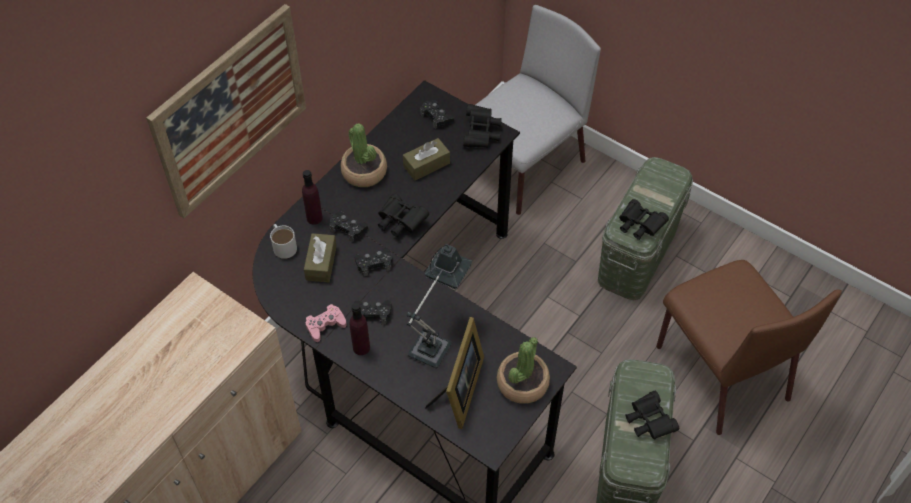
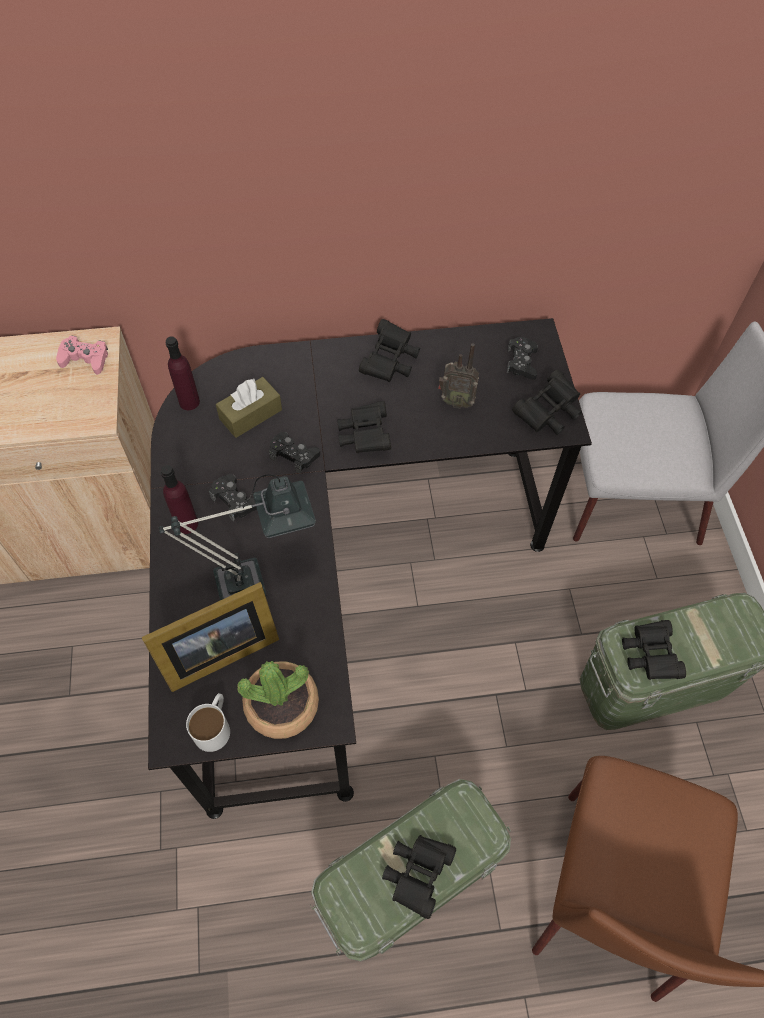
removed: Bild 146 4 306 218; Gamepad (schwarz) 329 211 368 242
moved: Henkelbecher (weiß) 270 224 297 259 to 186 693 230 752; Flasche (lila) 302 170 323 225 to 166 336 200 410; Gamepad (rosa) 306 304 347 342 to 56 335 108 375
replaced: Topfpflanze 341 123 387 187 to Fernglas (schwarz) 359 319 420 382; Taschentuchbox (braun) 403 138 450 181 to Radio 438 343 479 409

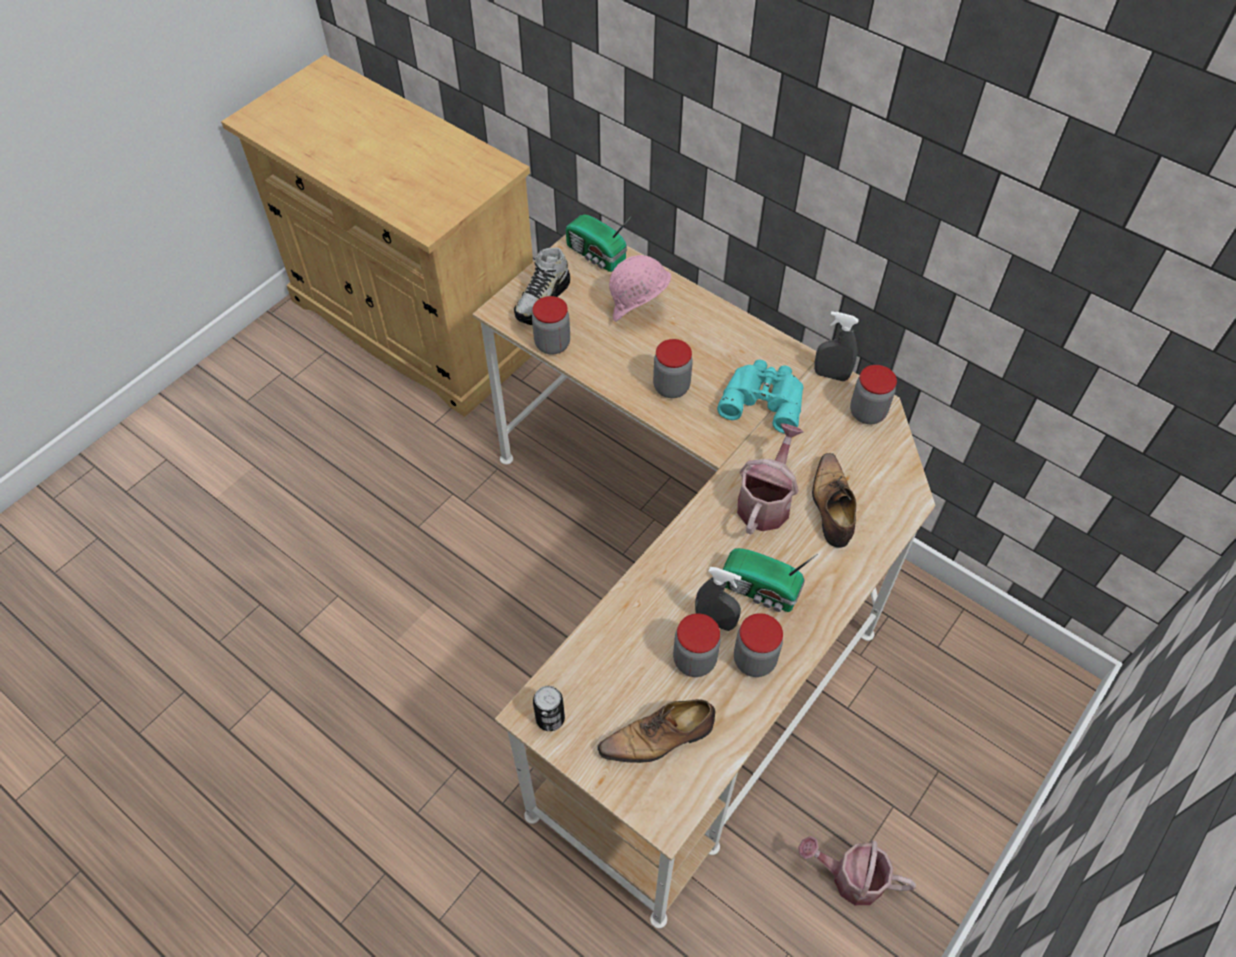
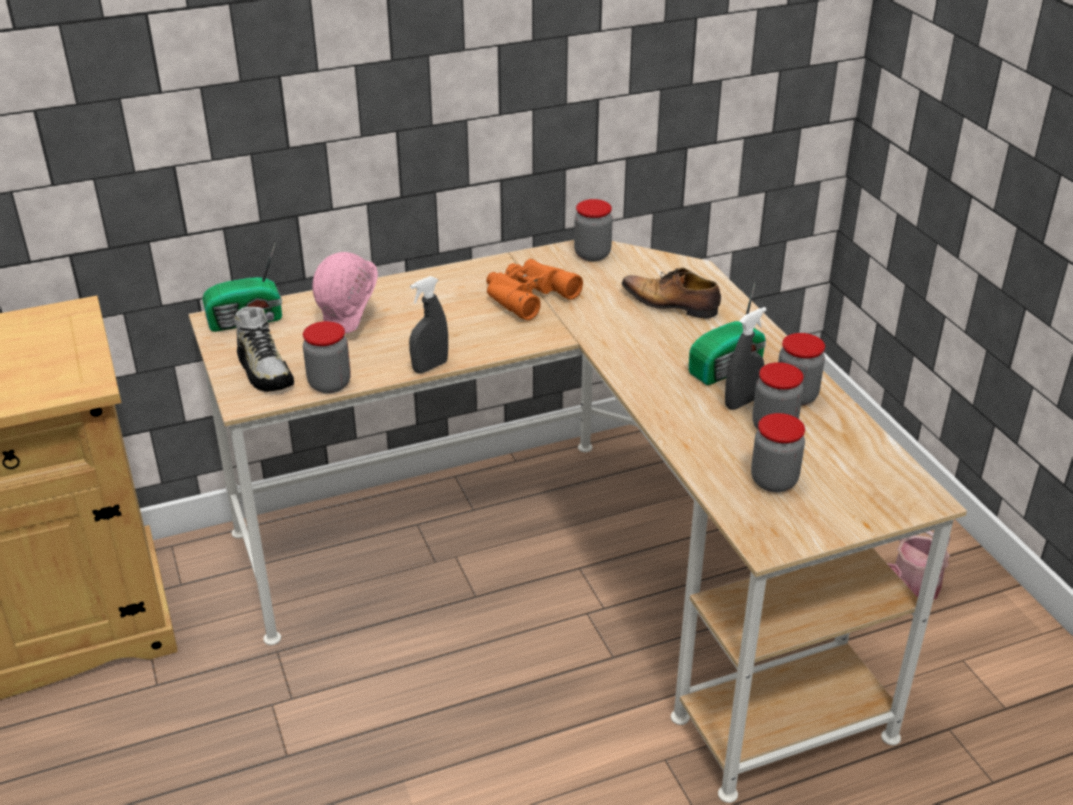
removed: Dose 533 686 565 731; Schuh 597 699 716 763; Gießkanne 737 423 803 535
moved: Vorratsglas 653 339 693 398 to 751 413 805 492; Sprühflasche (grau) 814 311 859 381 to 409 276 448 373
recoloured: Fernglas (türkis) 717 360 803 434 to Fernglas (orange) 486 259 583 320

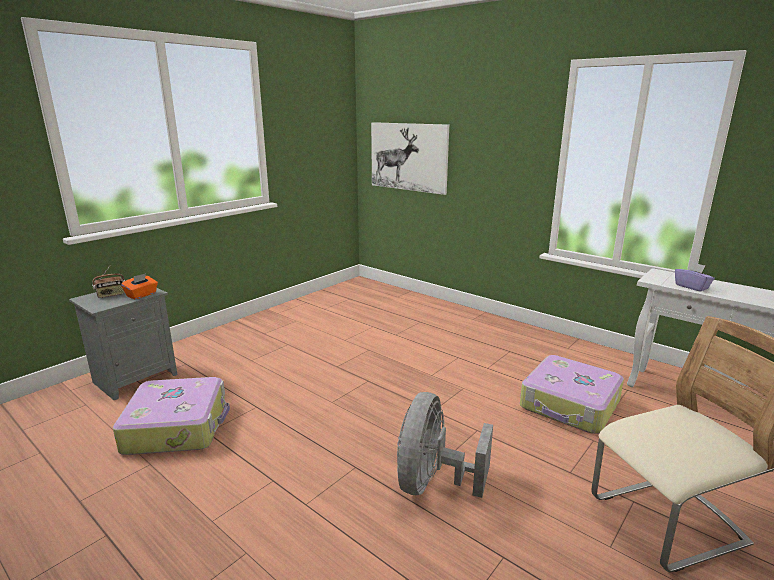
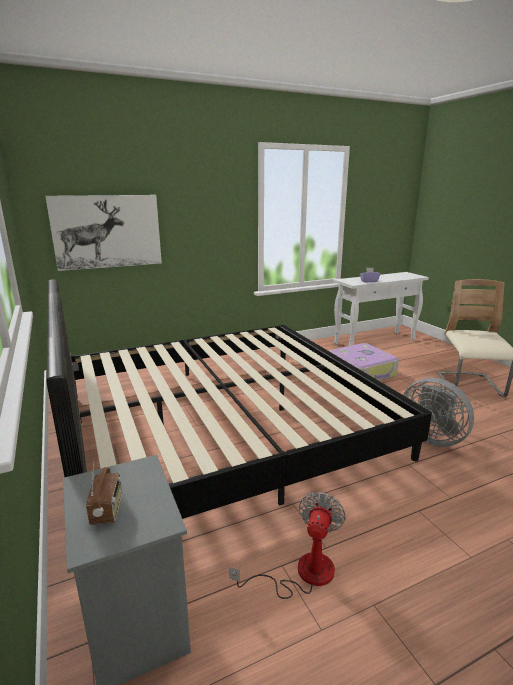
removed: Taschentuchbox (orange) 121 273 158 299
added: Bett 46 279 432 519
replaced: Koffer 113 377 230 455 to Ventilator 229 492 346 599

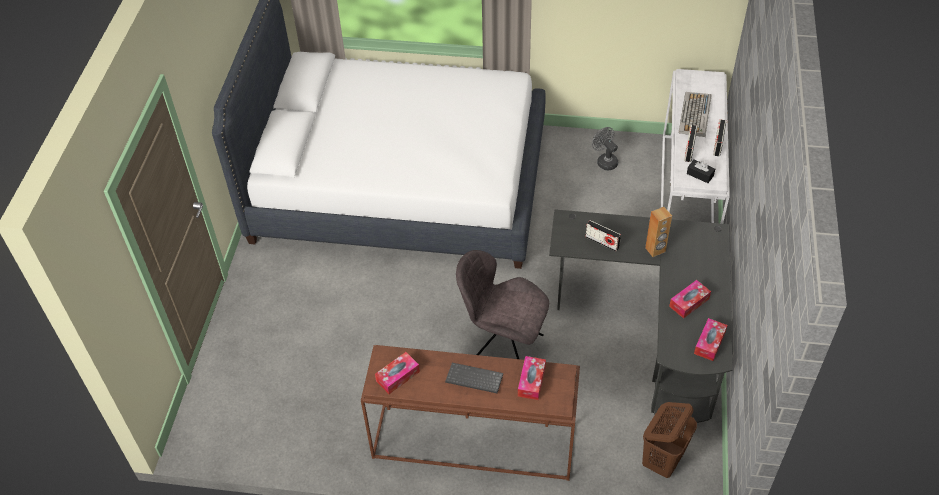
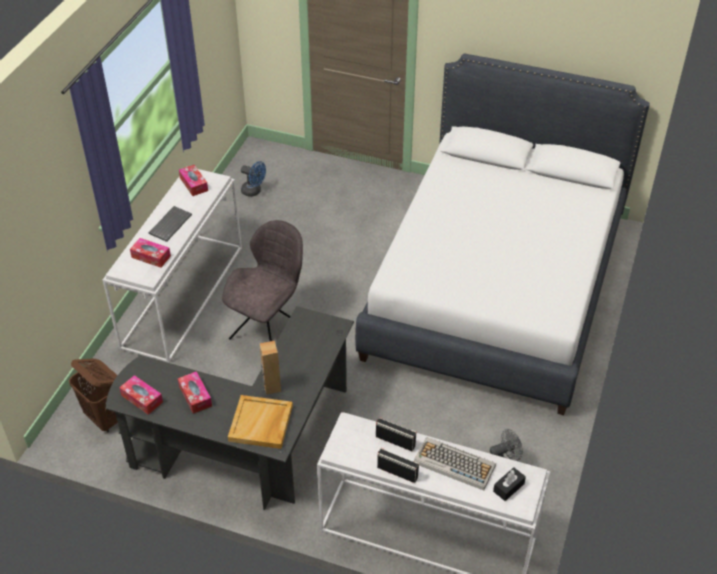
removed: Radio 586 220 621 251
added: Tablett (beige) 228 395 293 449; Ventilator (blau) 241 161 266 197
moved: Taschentuchbox (schwarz) 687 160 715 183 to 493 467 526 501
recoloured: Konsolentisch (braun) 361 345 580 481 to Konsolentisch (weiß) 103 169 242 363

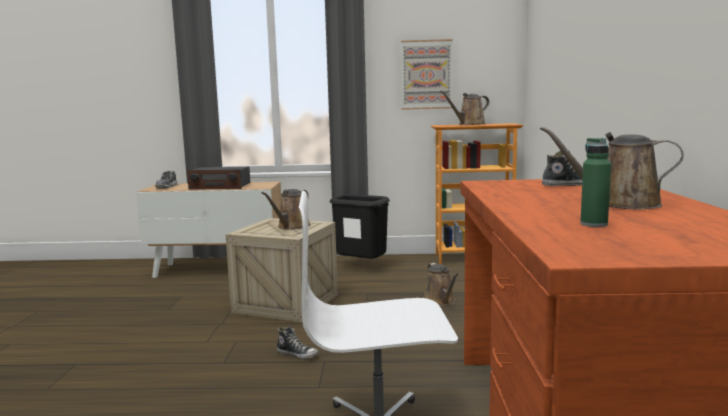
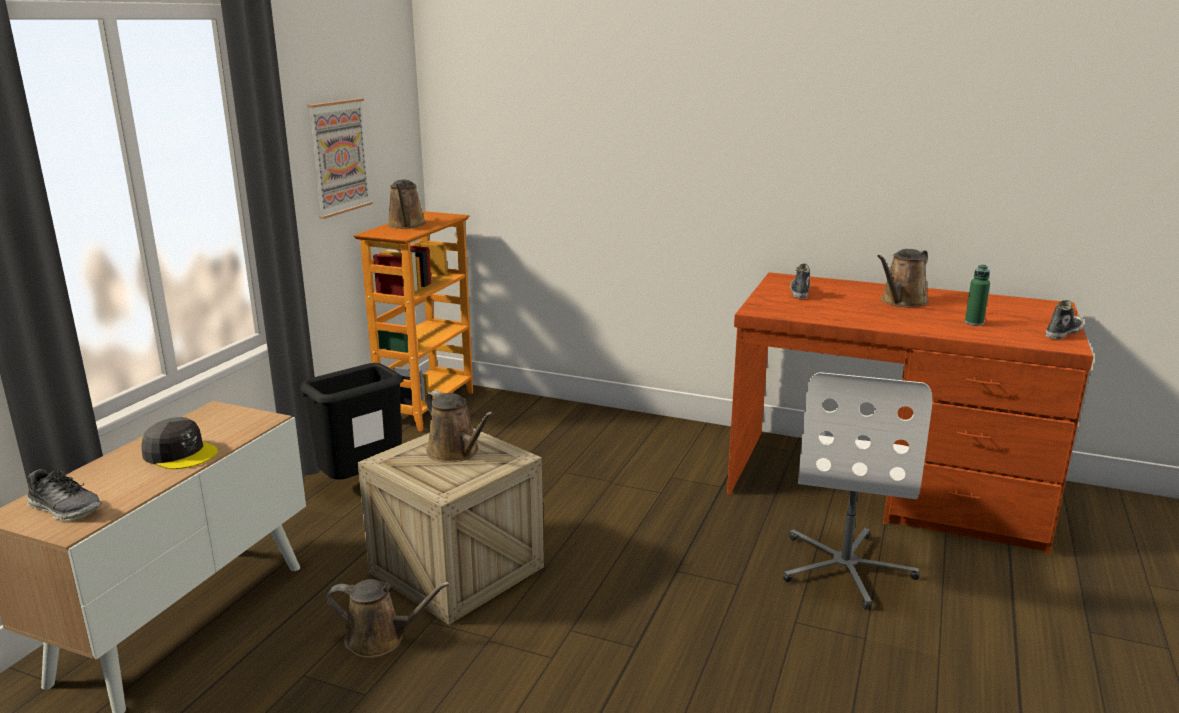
moved: Schuh 277 326 319 359 to 1046 300 1084 339; Gießkanne (braun) 424 263 459 306 to 326 579 450 658
replaced: Radio 187 167 250 190 to Kappe (grau) 141 417 218 469

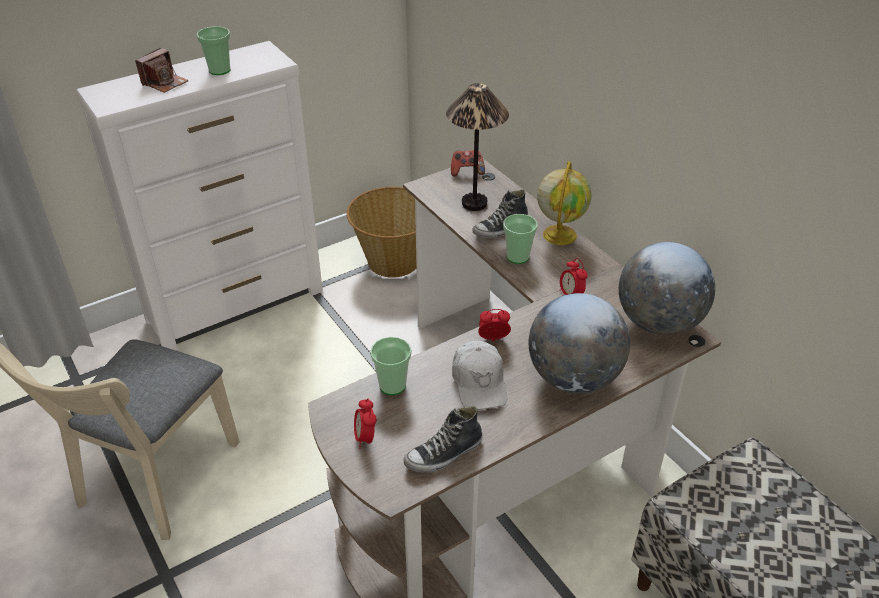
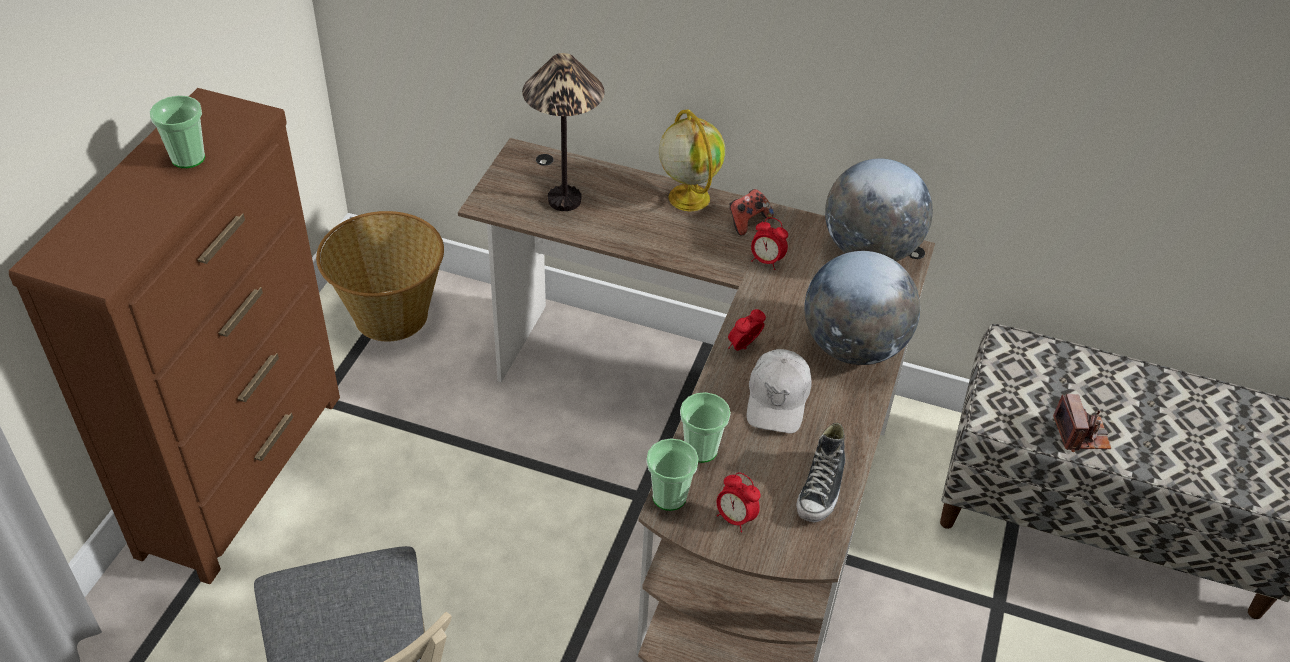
removed: Schuh 472 190 528 238
moved: Kamera 135 48 189 93 to 1053 394 1111 452; Gamepad 451 150 485 176 to 729 189 774 236; Tasse 503 214 538 264 to 647 439 699 511
recoloured: Kommode (weiß) 76 41 323 350 to Kommode (braun) 9 88 340 584
turned: Kappe (weiß) 452 341 507 410 = 747 349 812 433 60 degrees clockwise

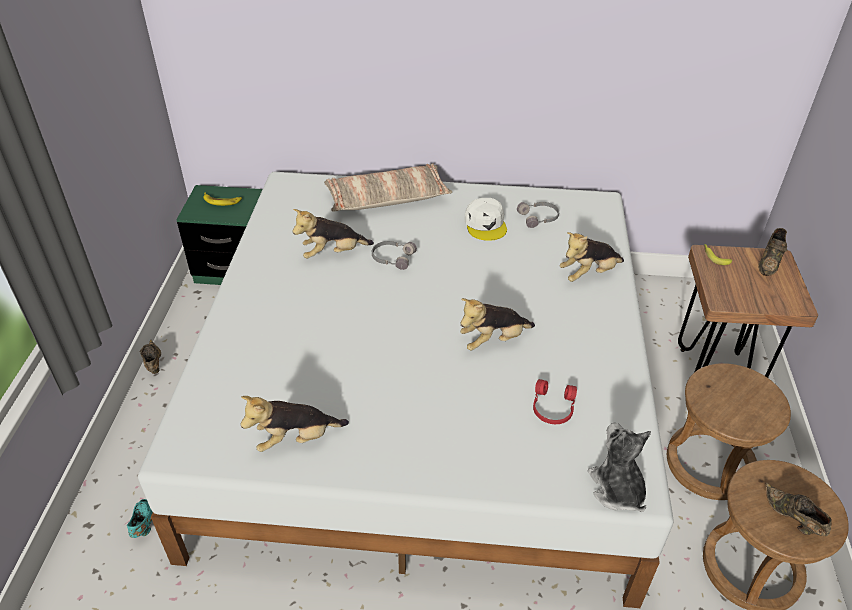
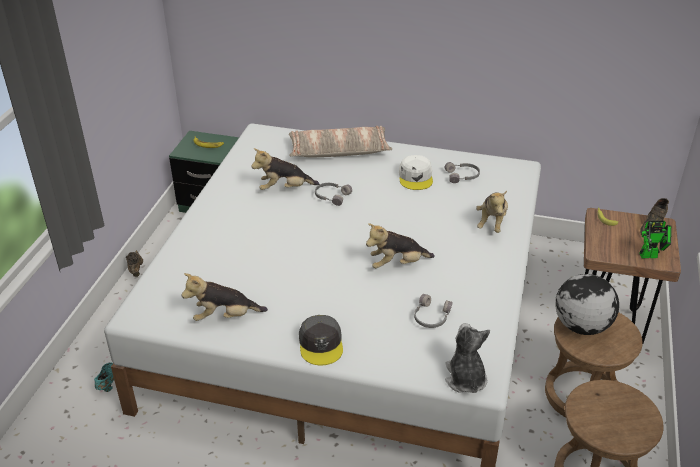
removed: Schuh (braun) 766 482 832 536
added: Kappe (grau) 299 315 343 365; Globus 555 274 619 335; Spielzeugroboter 639 221 672 258
recoloured: Kopfhörer (rot) 533 379 577 424 to Kopfhörer (grau) 414 294 453 328
turned: Plüschtier 560 232 624 282 = 476 191 508 233 60 degrees counterclockwise

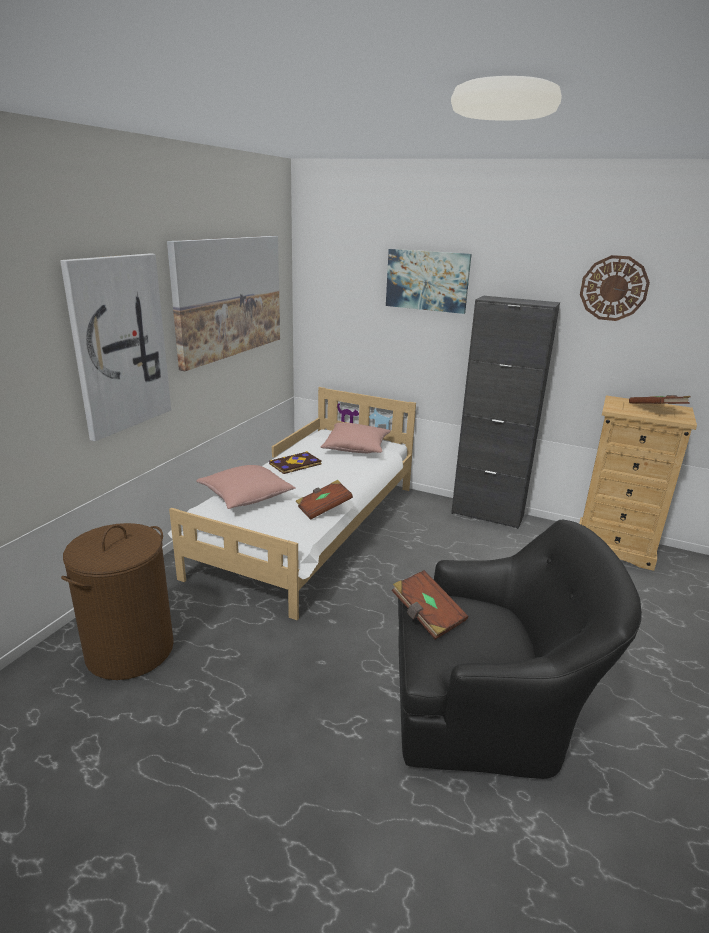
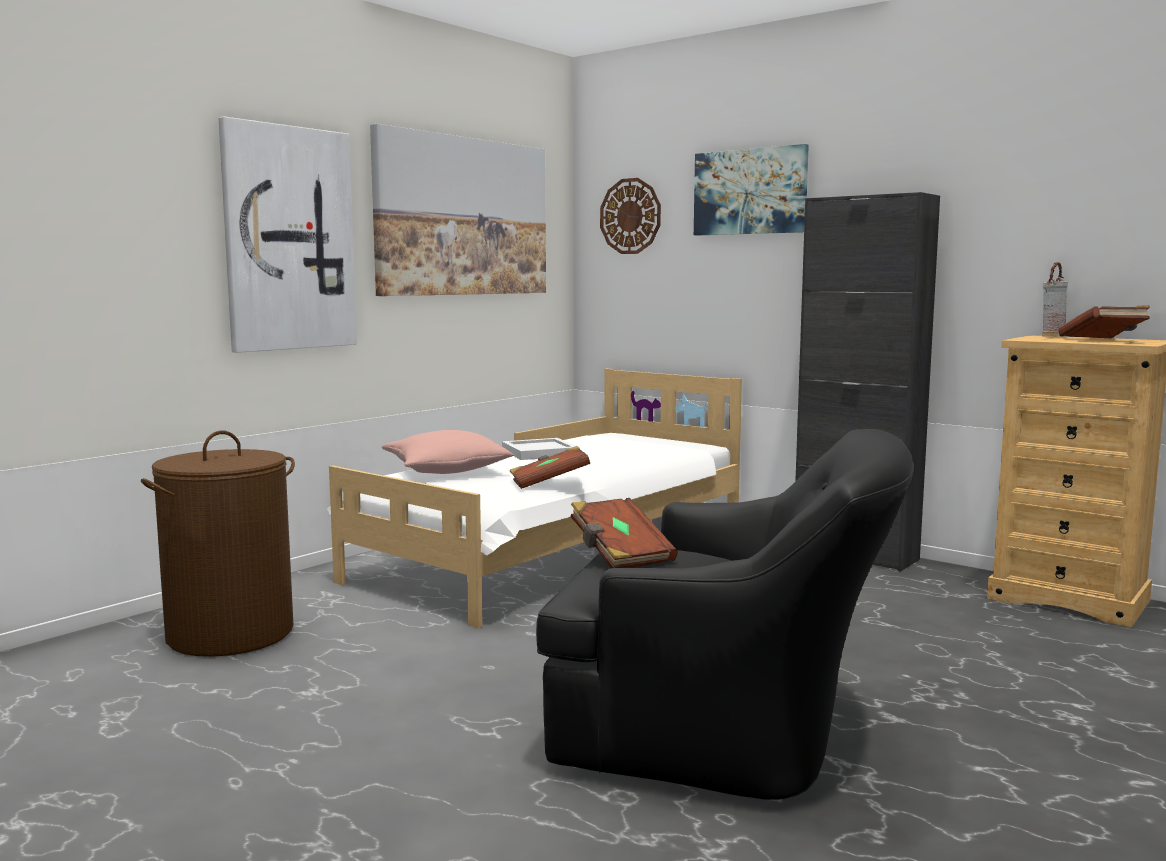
removed: Kissen (rosa) 321 423 391 453
added: Vase 1042 262 1068 337
moved: Wanduhr 580 255 650 321 to 600 178 661 254
replaced: Buch 269 451 322 474 to Tablett (weiß) 502 438 575 460

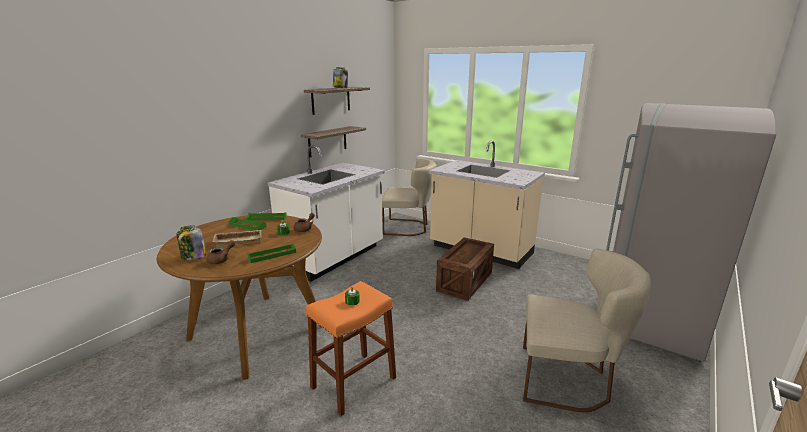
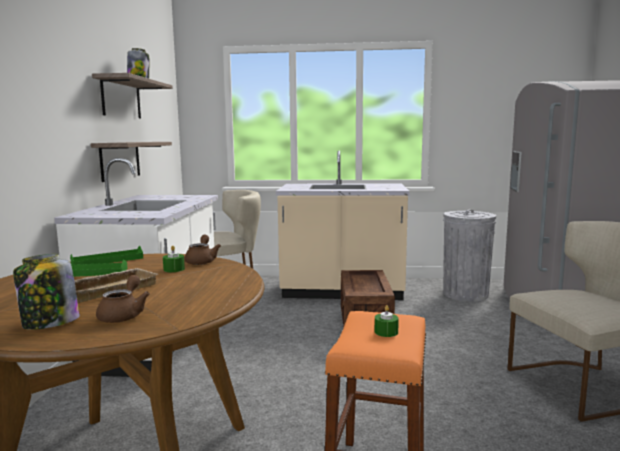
removed: Tablett (grün) 247 243 296 263
added: Mülleimer (grau) 443 210 496 301

